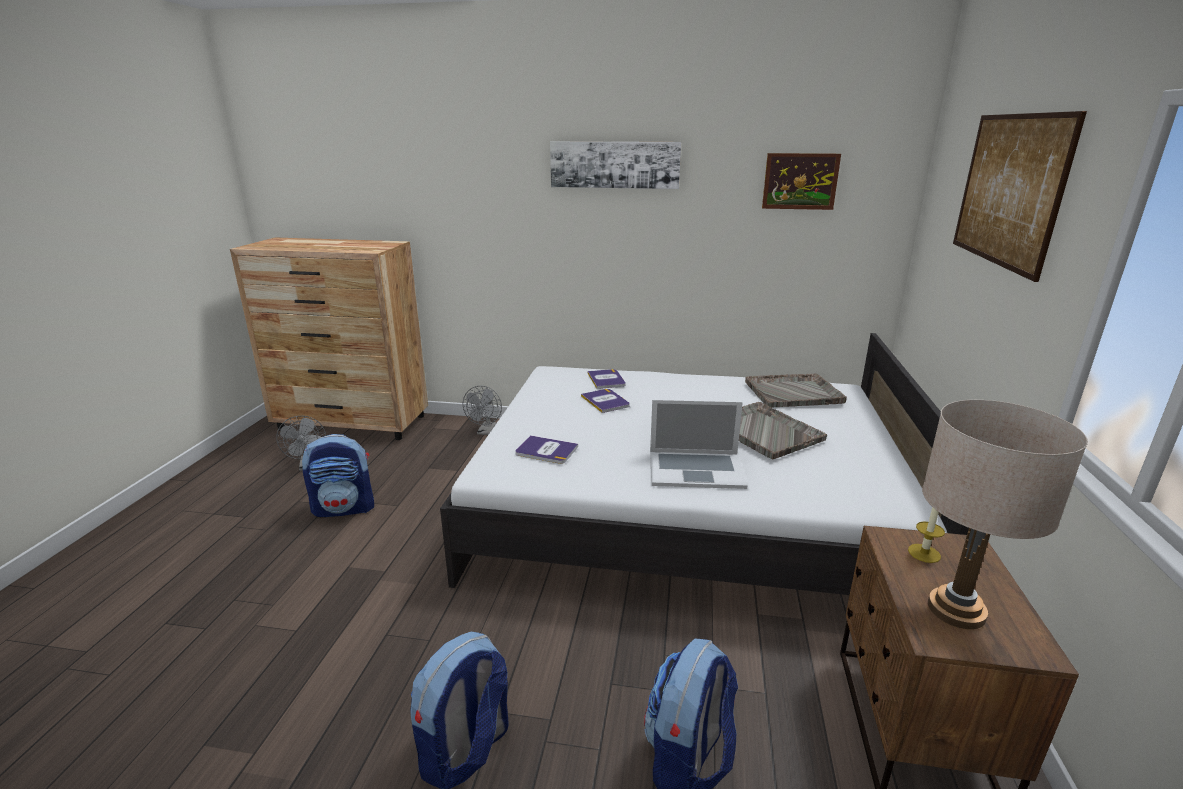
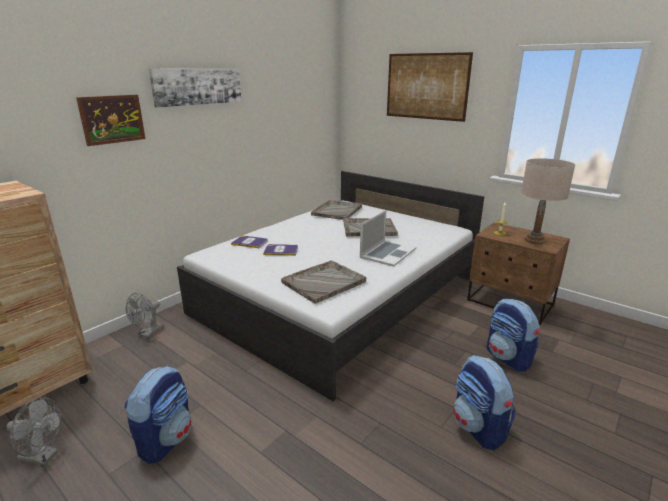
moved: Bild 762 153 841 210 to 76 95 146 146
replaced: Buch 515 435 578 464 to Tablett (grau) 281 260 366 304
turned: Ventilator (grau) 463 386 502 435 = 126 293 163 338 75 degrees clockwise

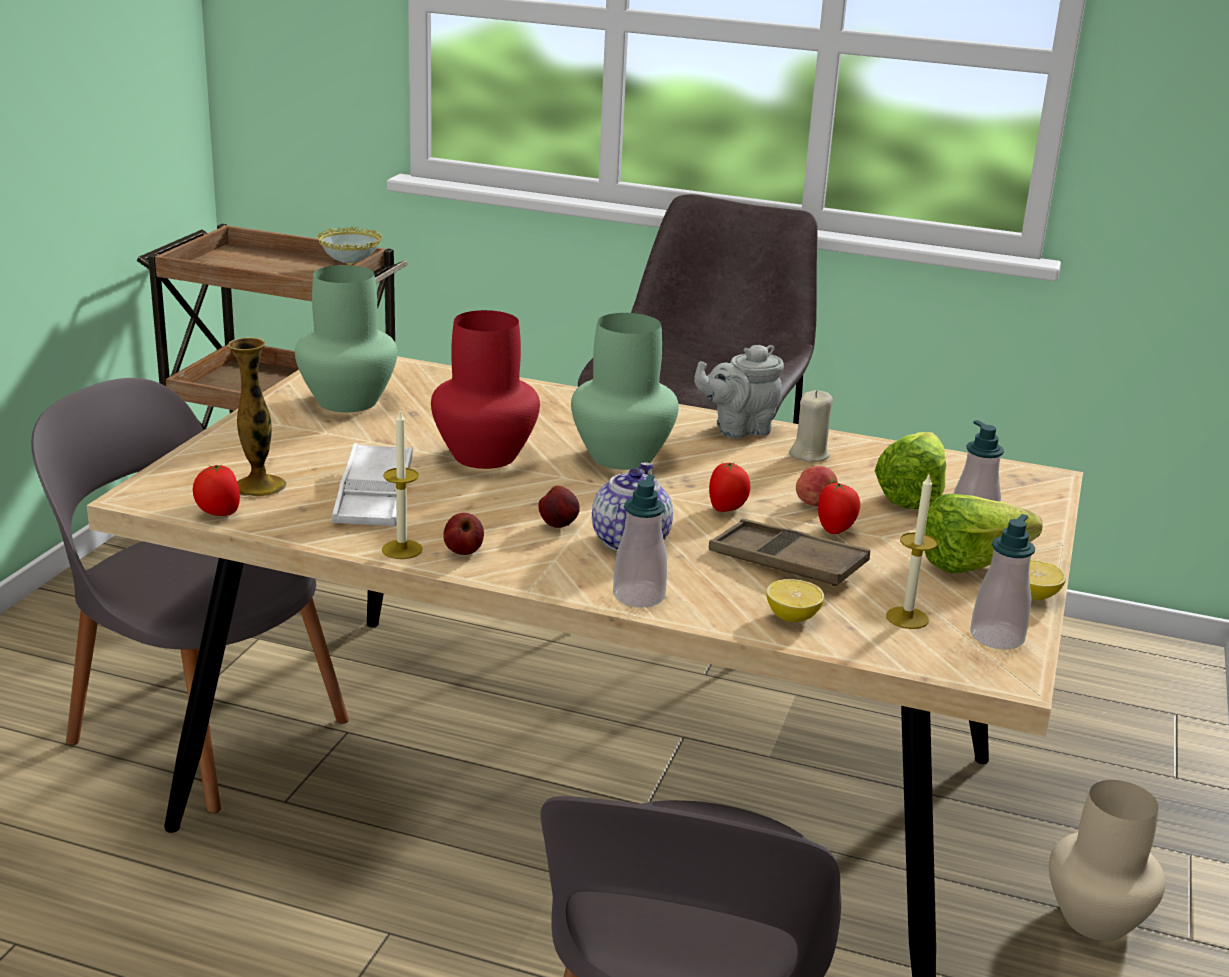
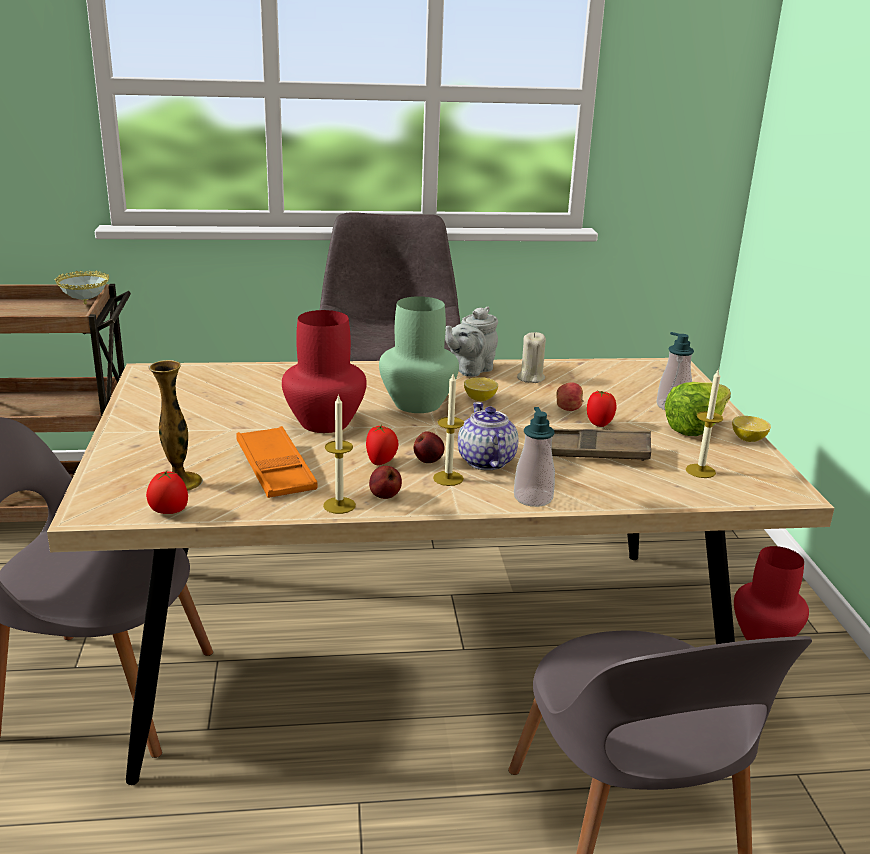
removed: Vase (grün) 295 265 397 413; Salatkopf 875 432 946 509; Seifenspender 970 514 1035 649
added: Kerze 433 374 464 486
moved: Tomate 709 463 751 512 to 366 425 399 465; Zitrone 766 579 824 622 to 464 377 498 401
recoloured: Tablett (weiß) 332 443 413 526 to Tablett (orange) 236 426 318 498; Vase (beige) 1049 780 1166 941 to Vase (rot) 734 546 809 640

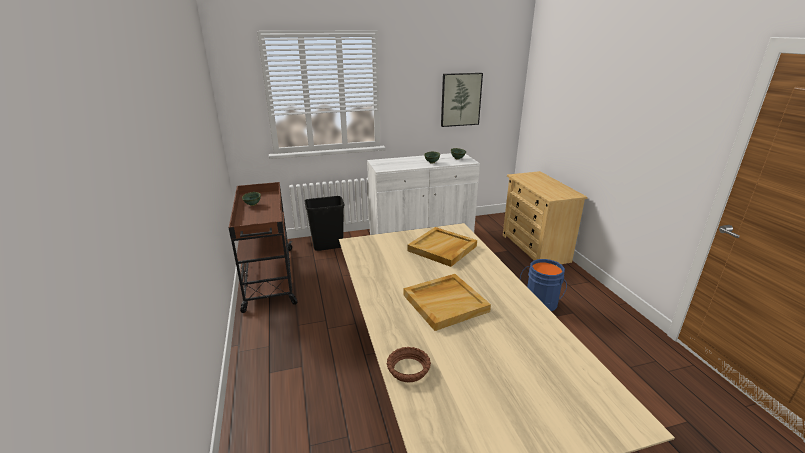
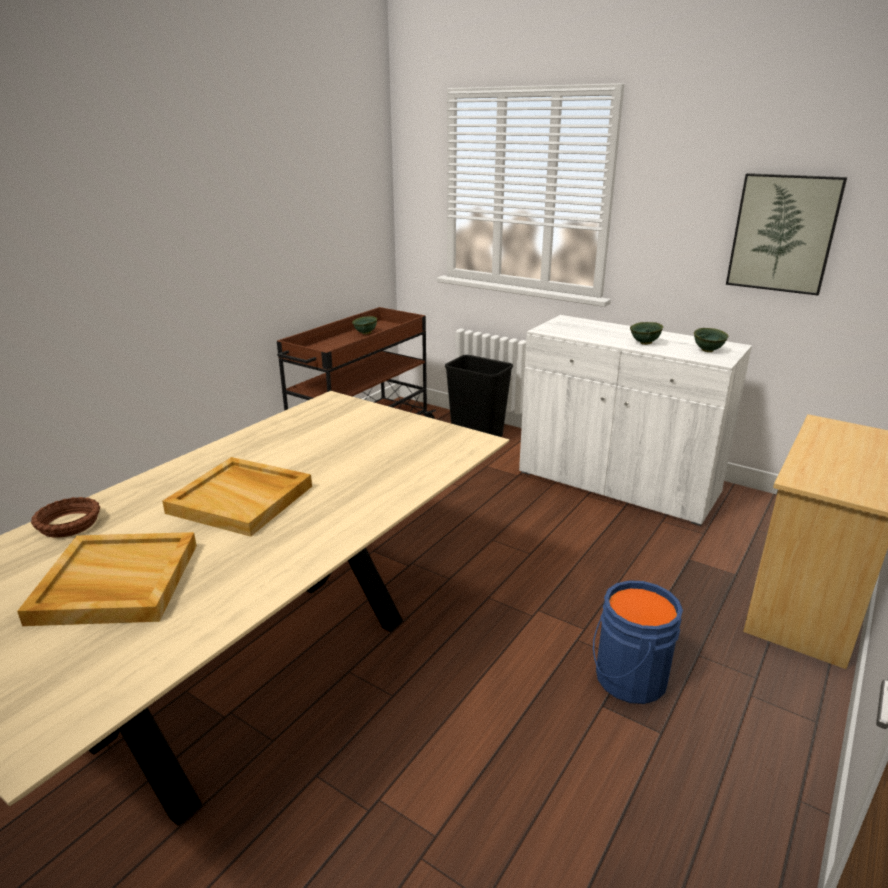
moved: Tablett (beige) 407 227 477 267 to 17 532 197 626

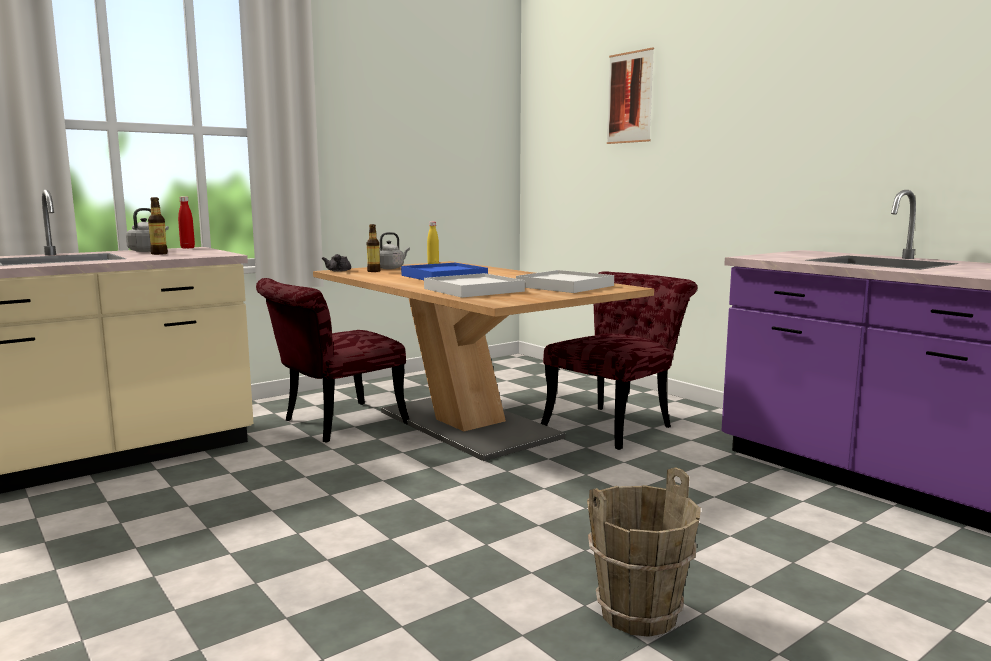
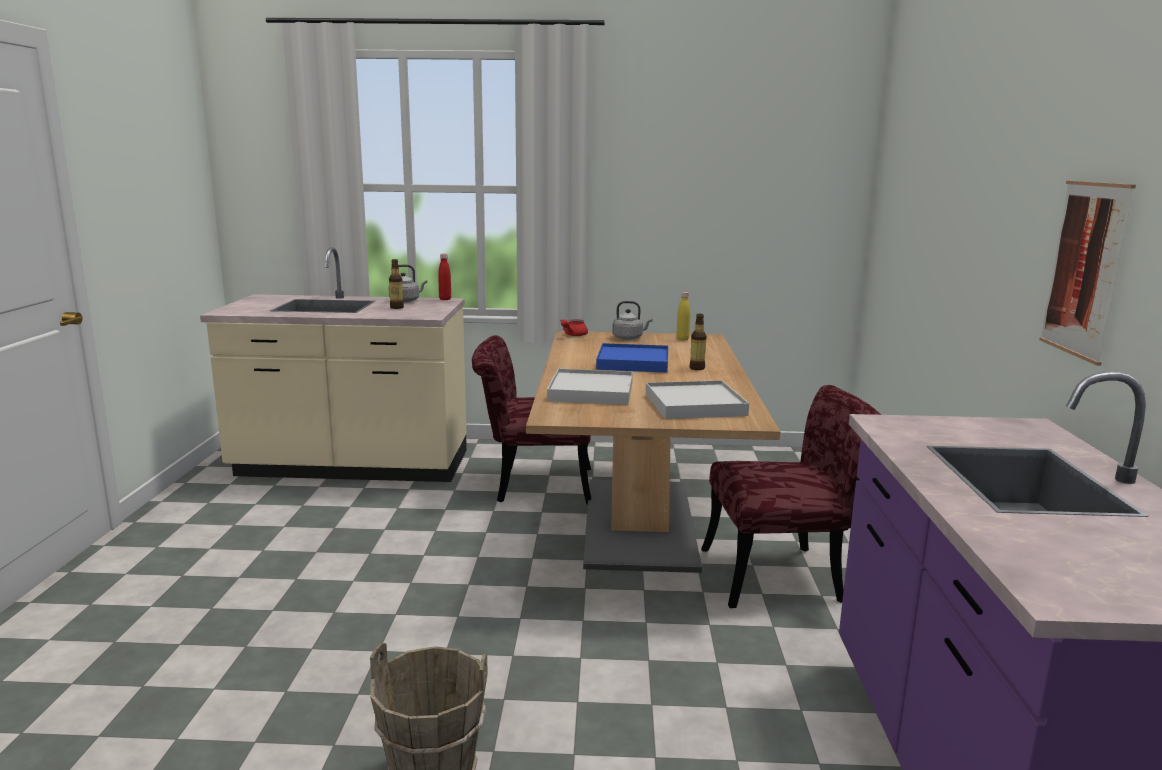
moved: Flasche 367 224 381 272 to 689 314 707 370; Bild 607 47 654 144 to 1039 181 1136 366
recoloured: Teekanne (grau) 322 254 351 272 to Teekanne (rot) 560 319 588 336

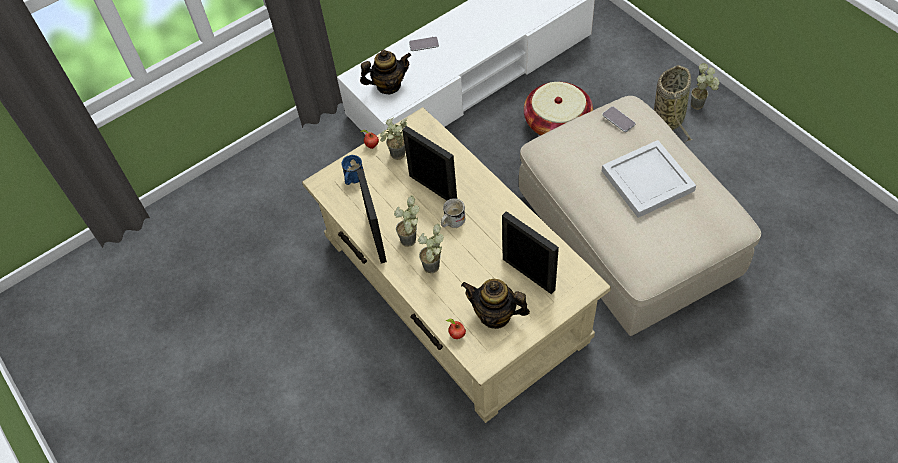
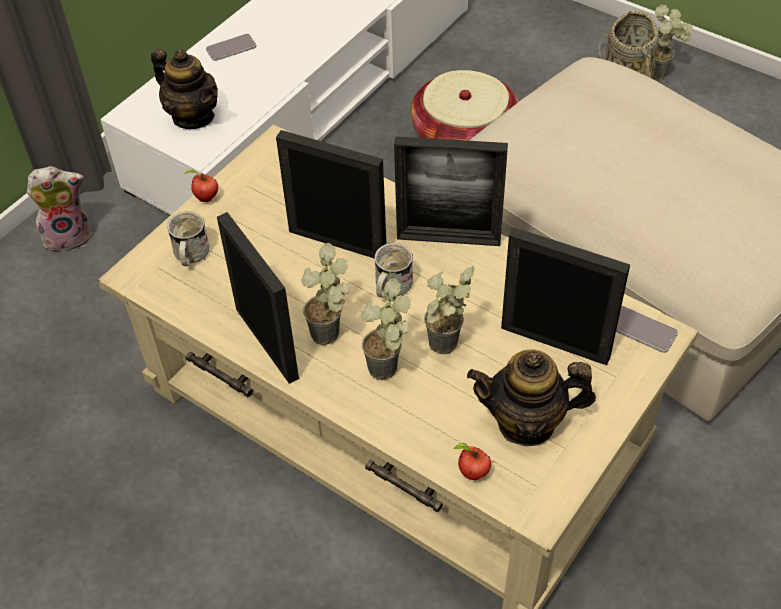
removed: Tablett (weiß) 602 140 696 218
added: Plüschtier 27 166 91 255; Bilderrahmen 394 136 508 246
moved: Topfpflanze 380 118 408 160 to 424 266 474 354; Handy 603 106 636 132 to 616 306 678 353
recoloured: Henkelbecher (blau) 341 155 364 185 to Henkelbecher (weiß) 167 211 210 266
turned: Teekanne 360 50 411 94 = 151 48 218 129 75 degrees clockwise

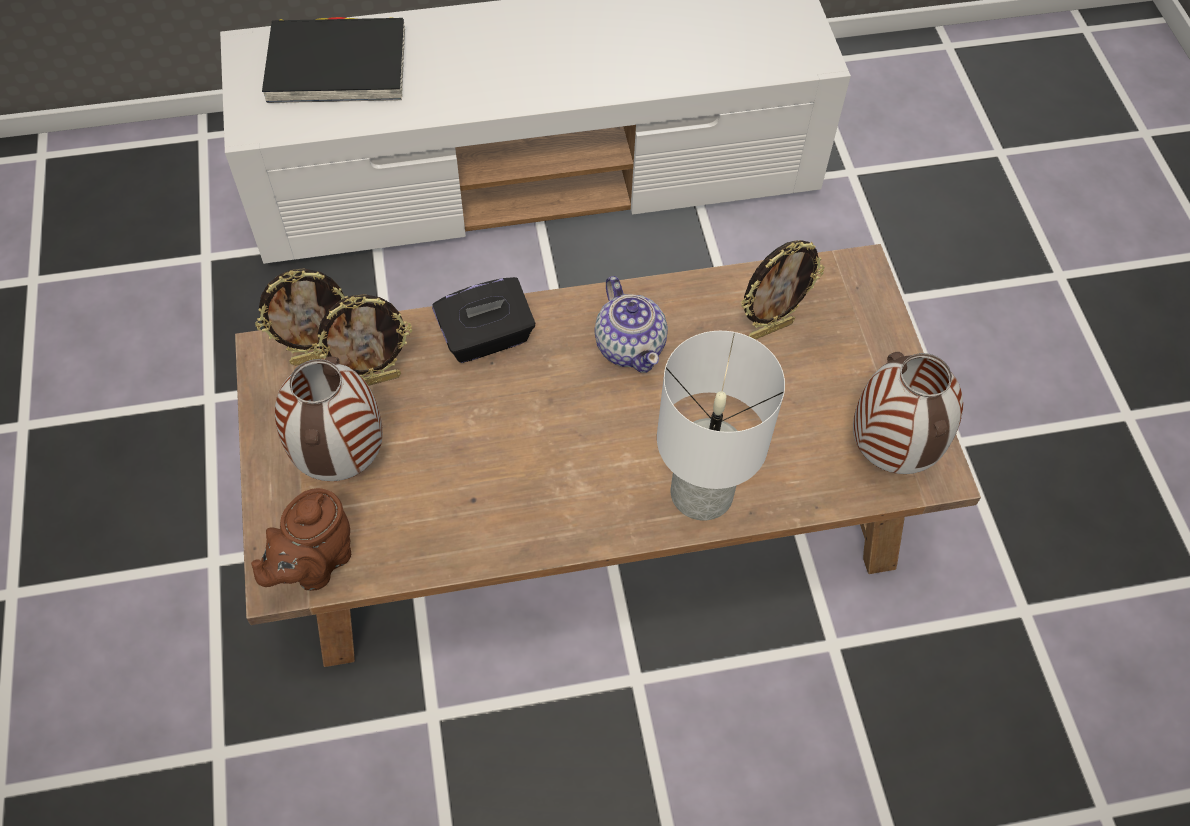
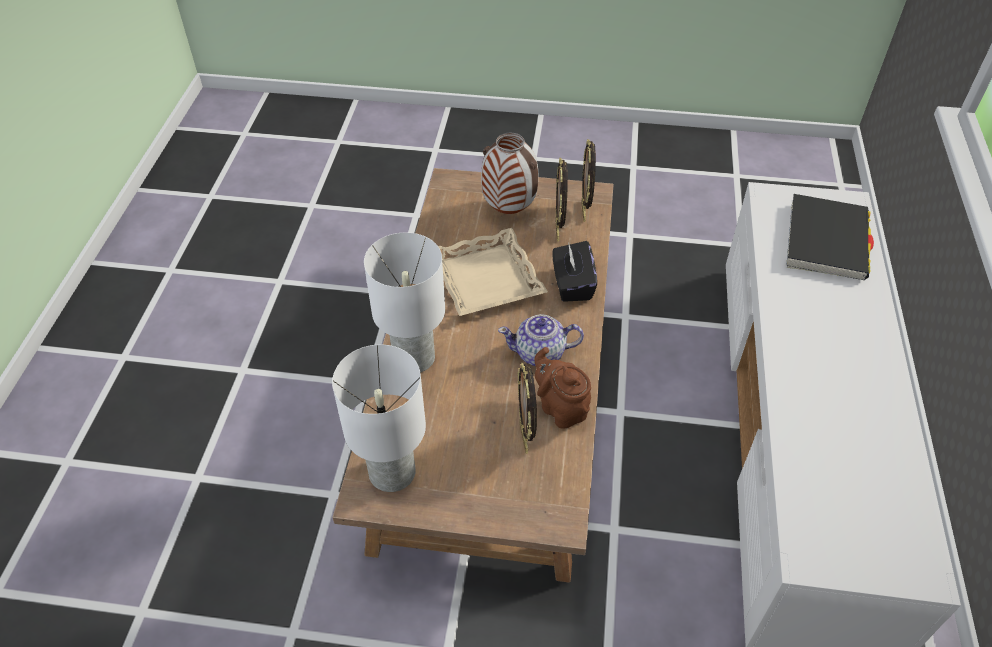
added: Tablett (beige) 438 228 548 316
moved: Teekanne (braun) 251 488 351 591 to 535 347 591 429
replaced: Vase 853 352 963 474 to Tischlampe (weiß) 332 345 426 492

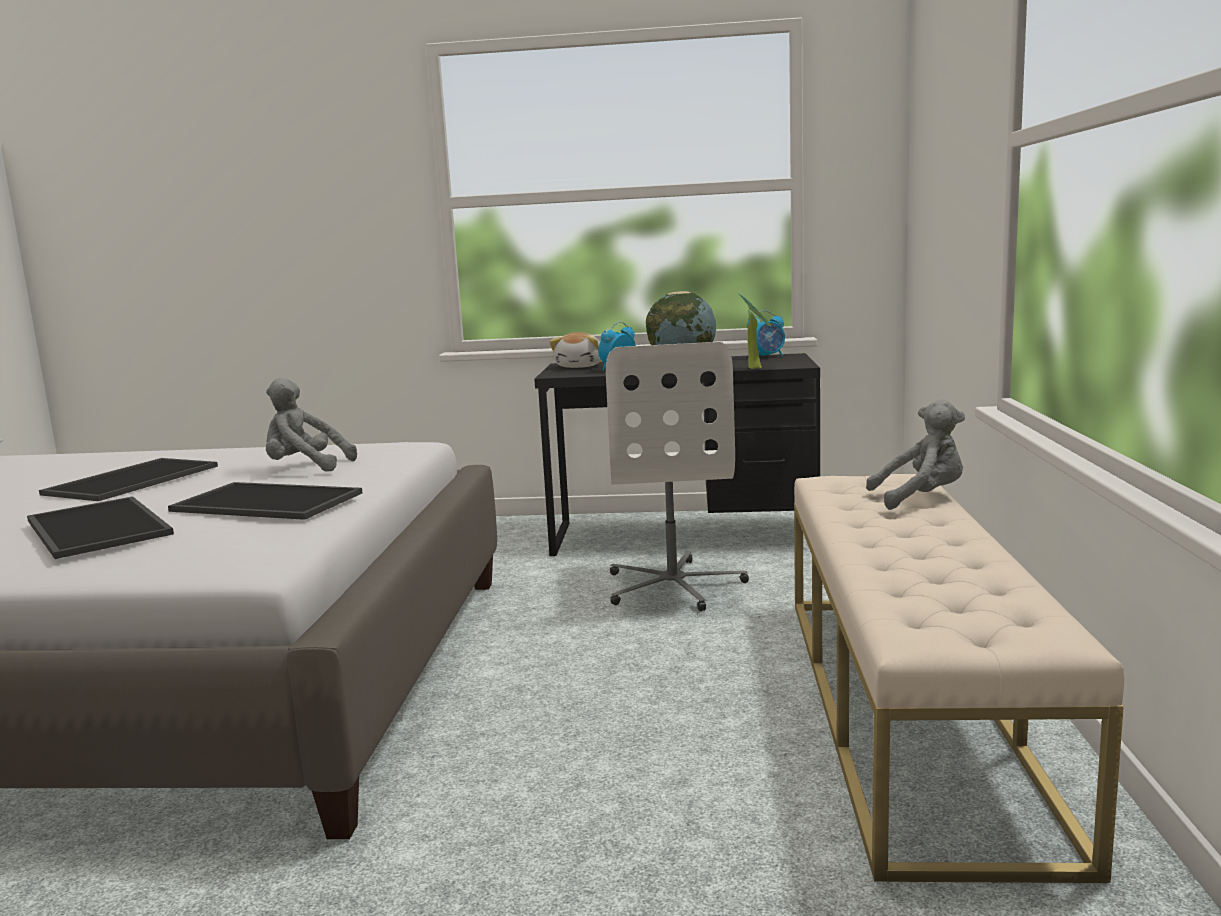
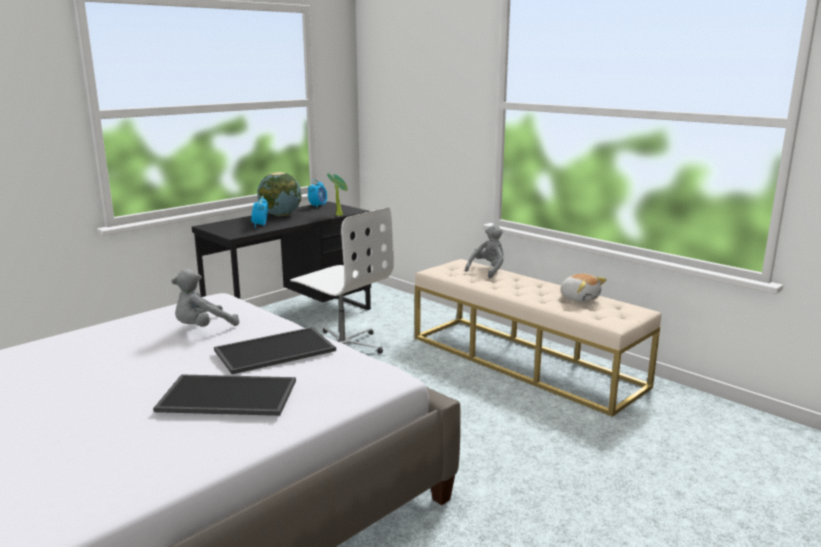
removed: Tablett 39 458 218 501
moved: Plüschtier 549 332 601 368 to 560 274 607 302

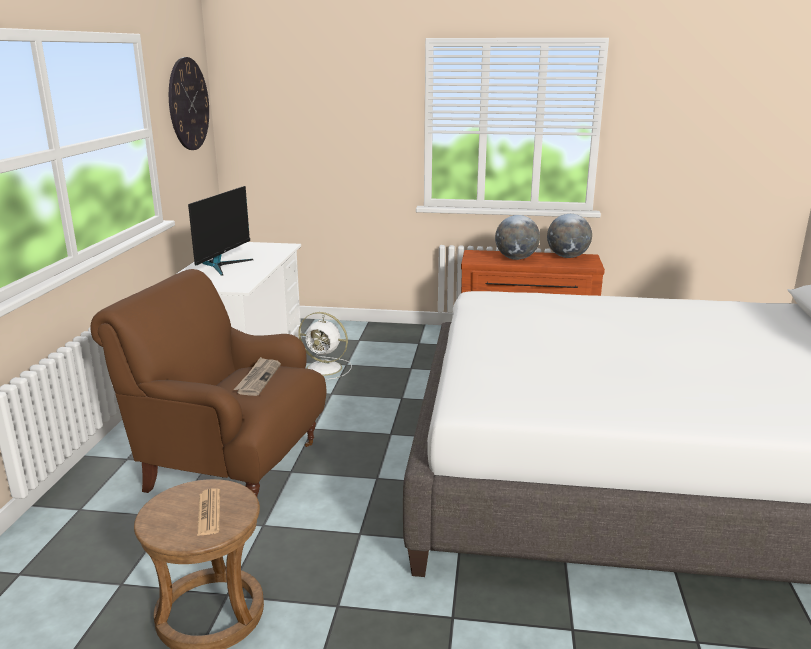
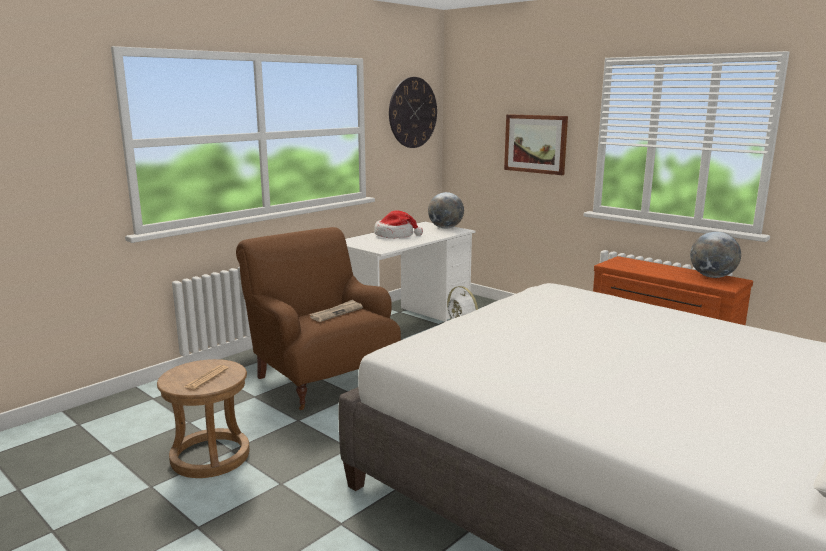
added: Bild 504 114 568 175
moved: Globus 495 215 540 260 to 428 192 464 229
replaced: Monitor 188 186 253 276 to Hut 374 211 423 238

